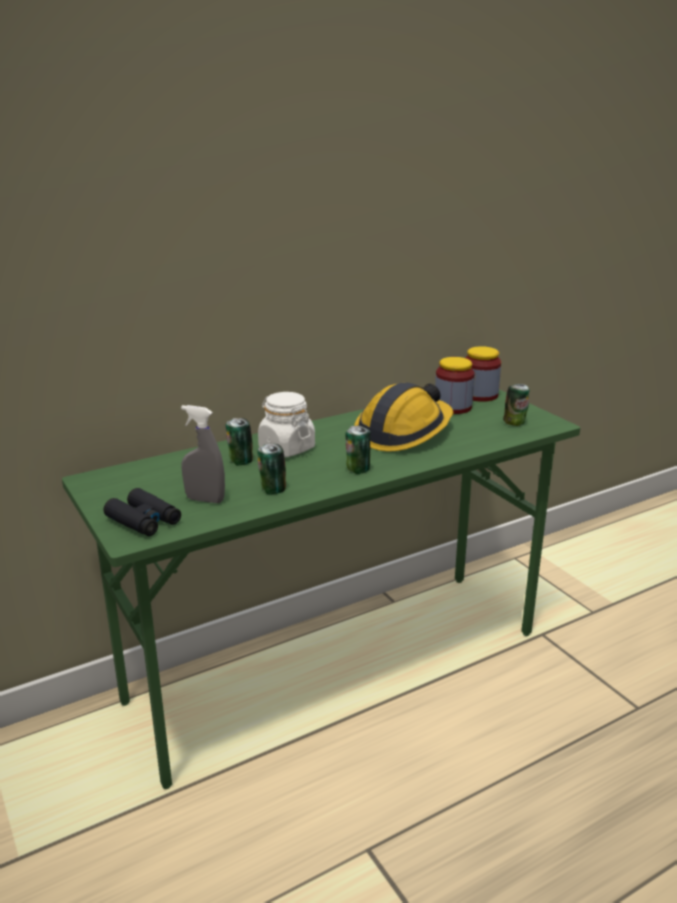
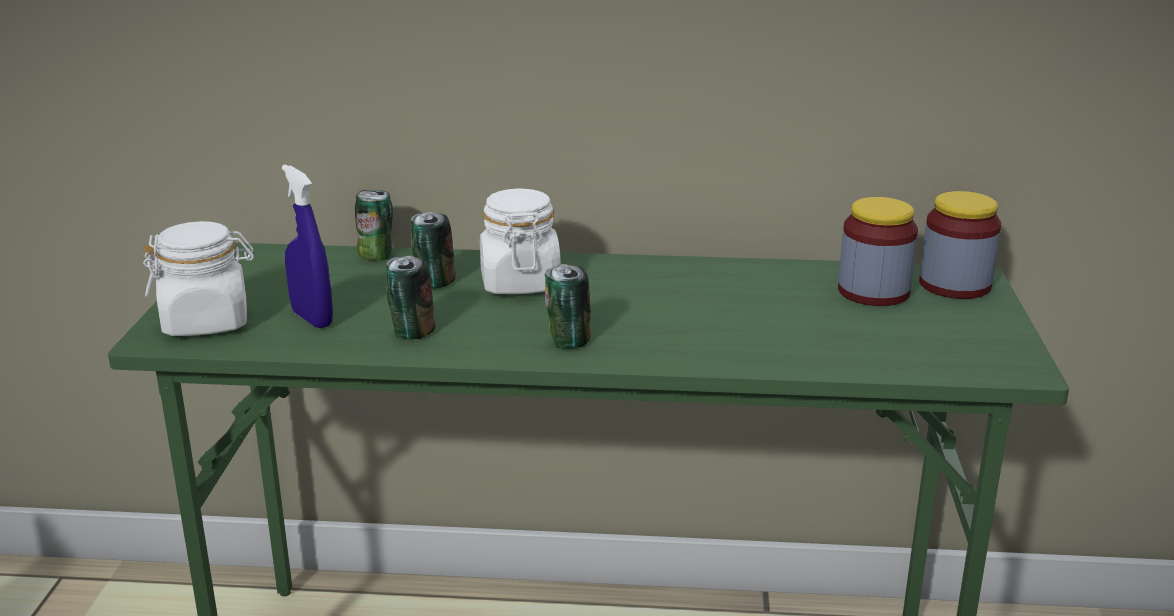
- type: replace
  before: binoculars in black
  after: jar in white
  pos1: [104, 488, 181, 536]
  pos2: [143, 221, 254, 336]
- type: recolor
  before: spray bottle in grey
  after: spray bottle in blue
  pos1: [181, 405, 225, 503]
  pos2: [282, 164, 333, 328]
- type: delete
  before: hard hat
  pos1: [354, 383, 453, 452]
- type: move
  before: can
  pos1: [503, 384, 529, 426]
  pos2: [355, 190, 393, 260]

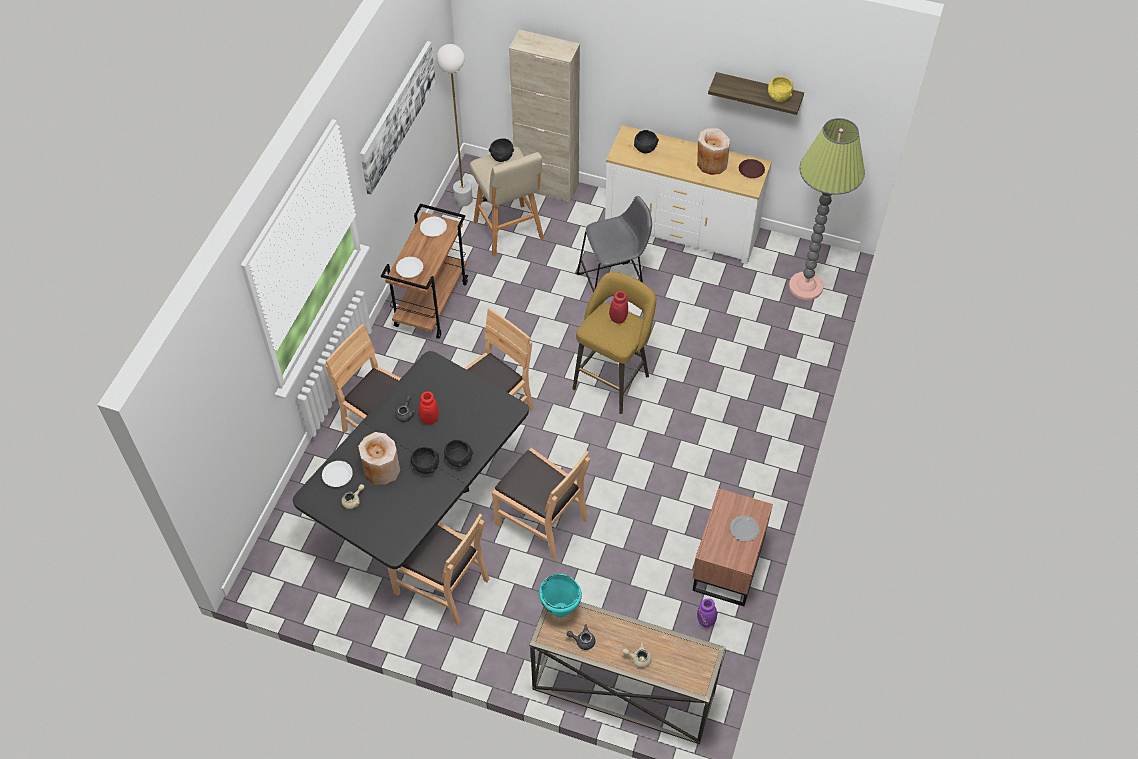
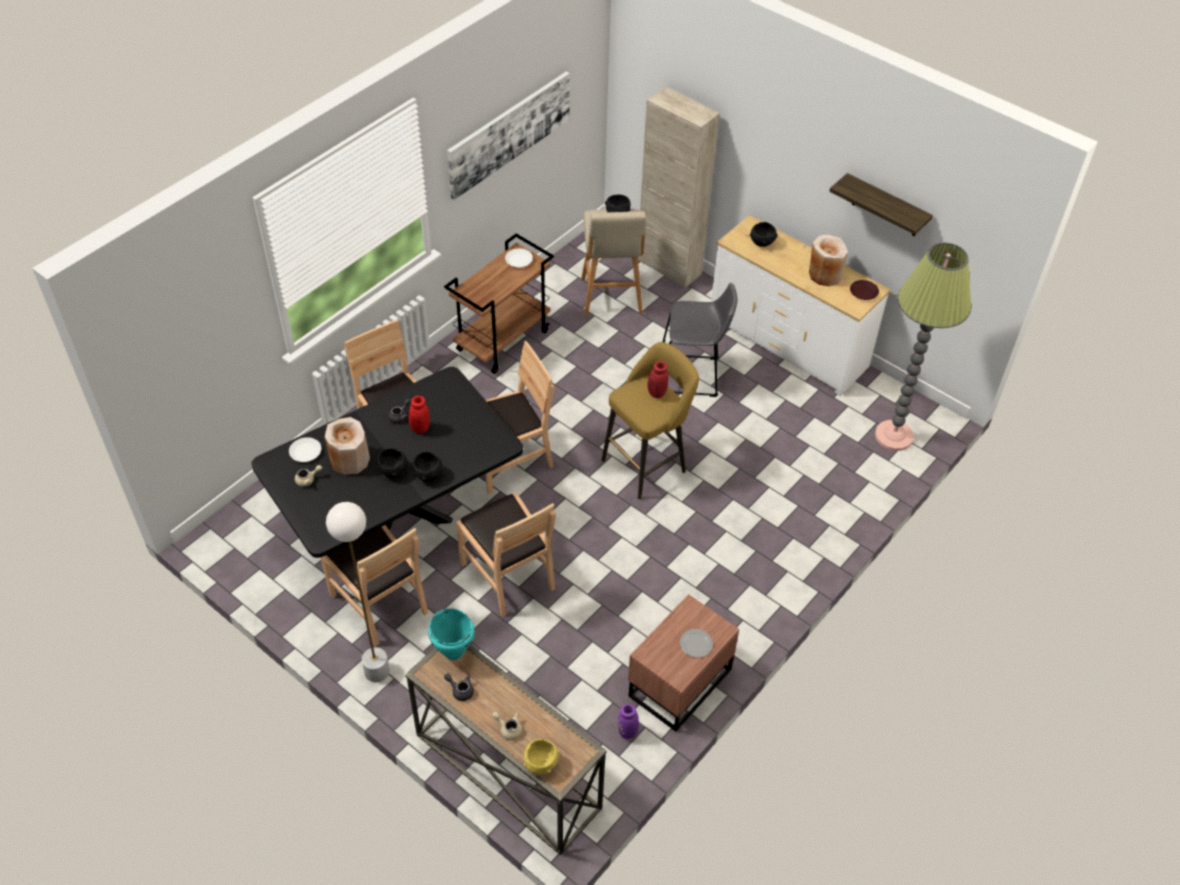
- type: delete
  before: plate in white
  pos1: [396, 257, 423, 278]
- type: move
  before: floor lamp in white
  pos1: [436, 44, 473, 207]
  pos2: [326, 502, 390, 682]
- type: move
  before: bowl in yellow
  pos1: [768, 77, 793, 102]
  pos2: [524, 739, 559, 775]

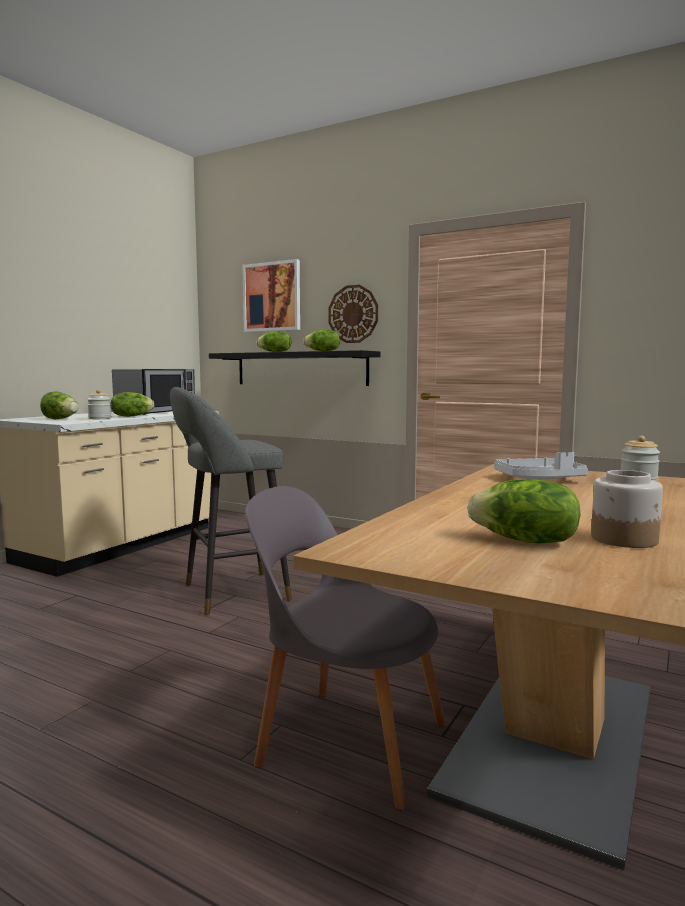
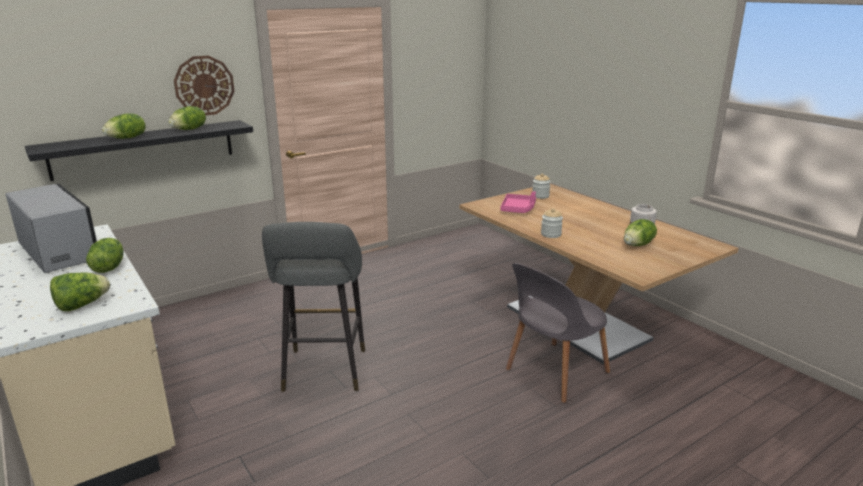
- type: move
  before: jar
  pos1: [87, 389, 111, 419]
  pos2: [541, 208, 563, 238]
- type: delete
  before: picture
  pos1: [242, 259, 300, 332]
- type: recolor
  before: tray in grey
  after: tray in pink
  pos1: [494, 452, 588, 480]
  pos2: [500, 191, 536, 213]

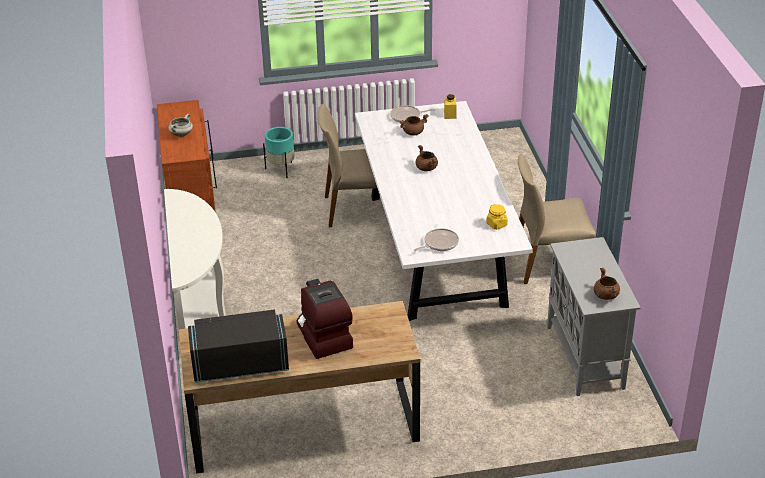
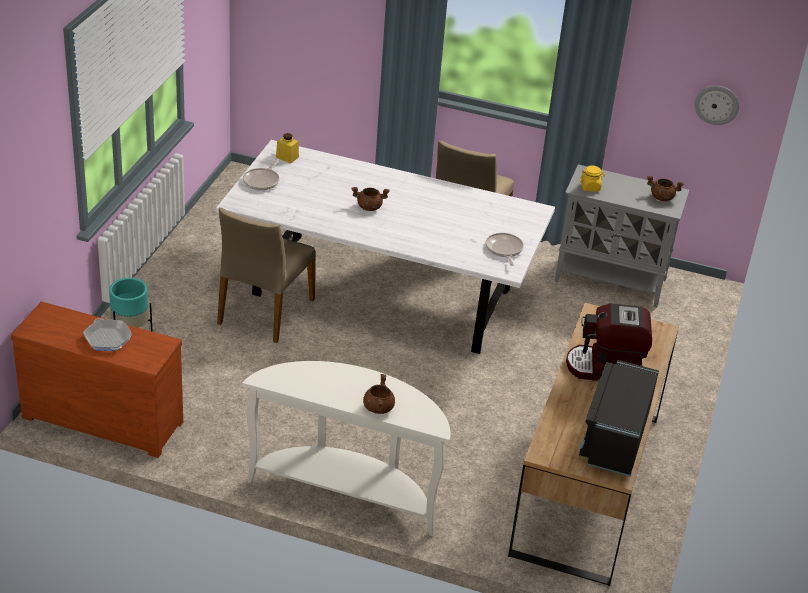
- type: replace
  before: cooking pot in white
  after: frying pan
  pos1: [169, 114, 193, 137]
  pos2: [83, 318, 132, 351]
- type: move
  before: cooking pot in brown
  pos1: [400, 114, 429, 136]
  pos2: [363, 374, 395, 414]
- type: move
  before: jar in yellow
  pos1: [486, 204, 508, 230]
  pos2: [580, 166, 605, 192]
- type: insert
  after: wall clock
  pos2: [694, 86, 739, 125]

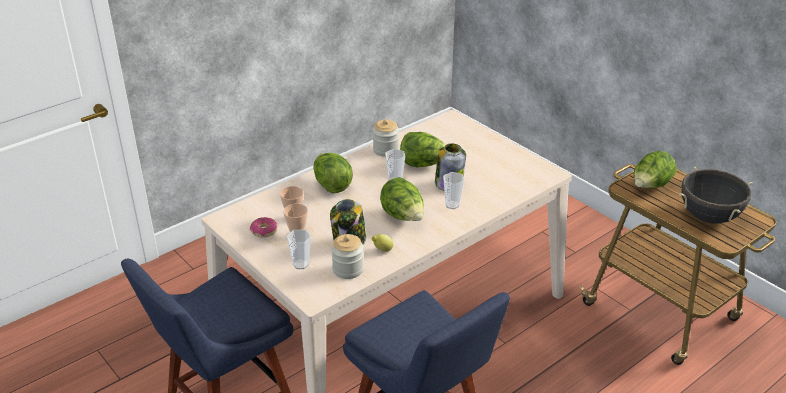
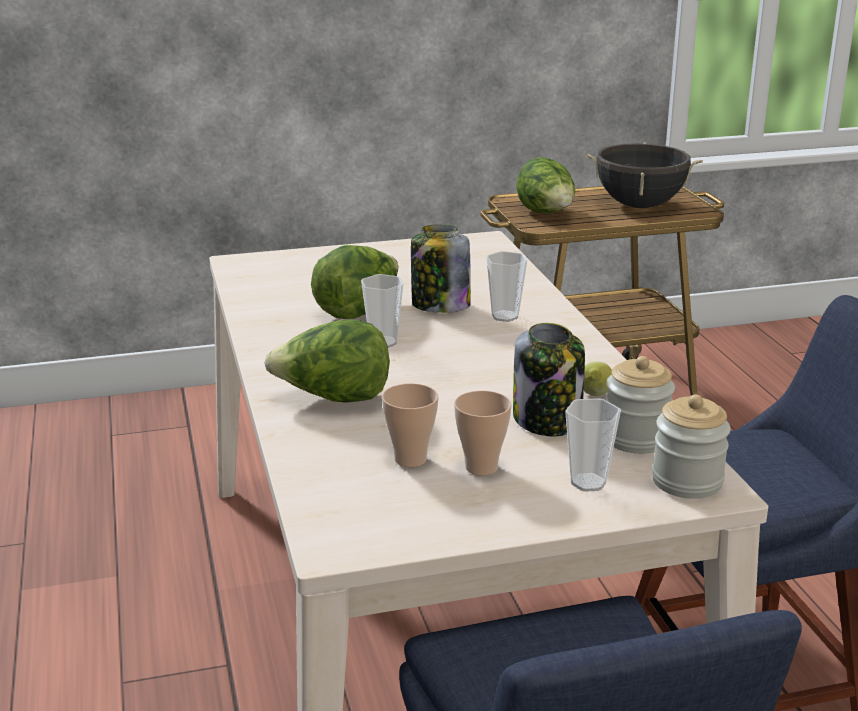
- type: delete
  before: donut
  pos1: [250, 217, 277, 237]
- type: move
  before: jar
  pos1: [373, 119, 399, 157]
  pos2: [652, 394, 731, 499]
- type: delete
  before: lettuce
  pos1: [380, 177, 424, 221]

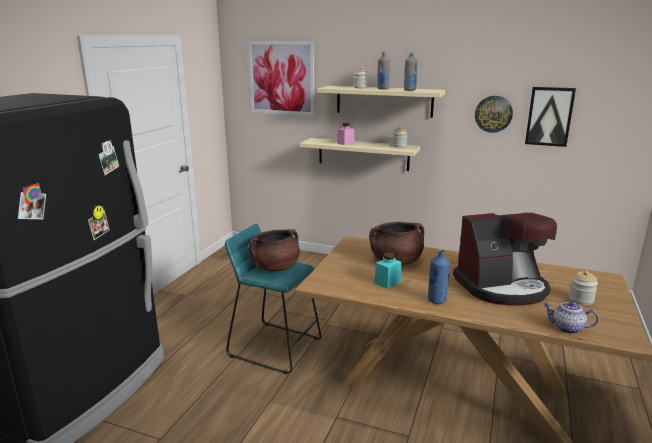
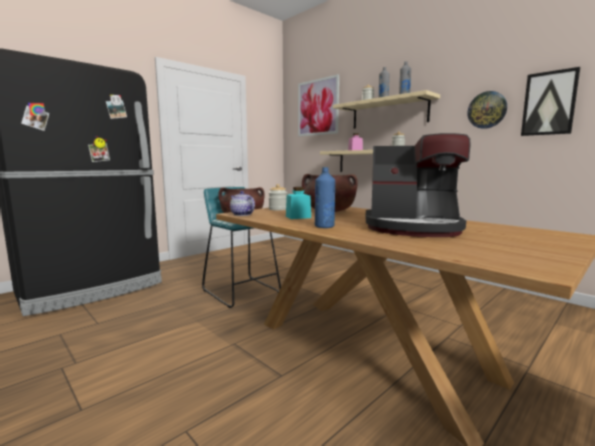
- type: move
  before: teapot
  pos1: [544, 301, 599, 334]
  pos2: [230, 191, 255, 216]
- type: move
  before: jar
  pos1: [569, 271, 598, 305]
  pos2: [269, 184, 287, 211]

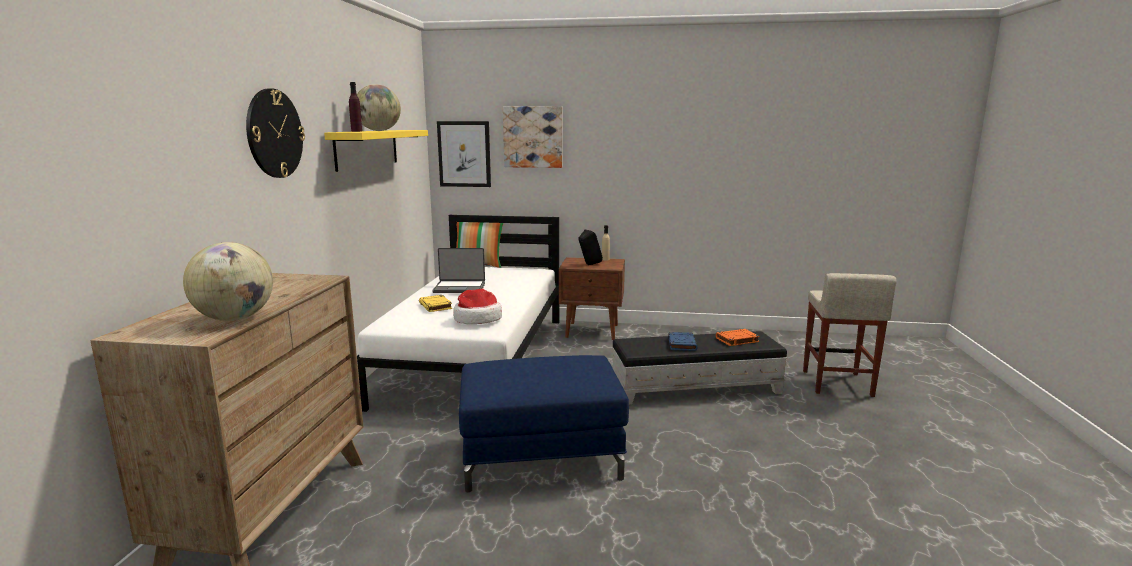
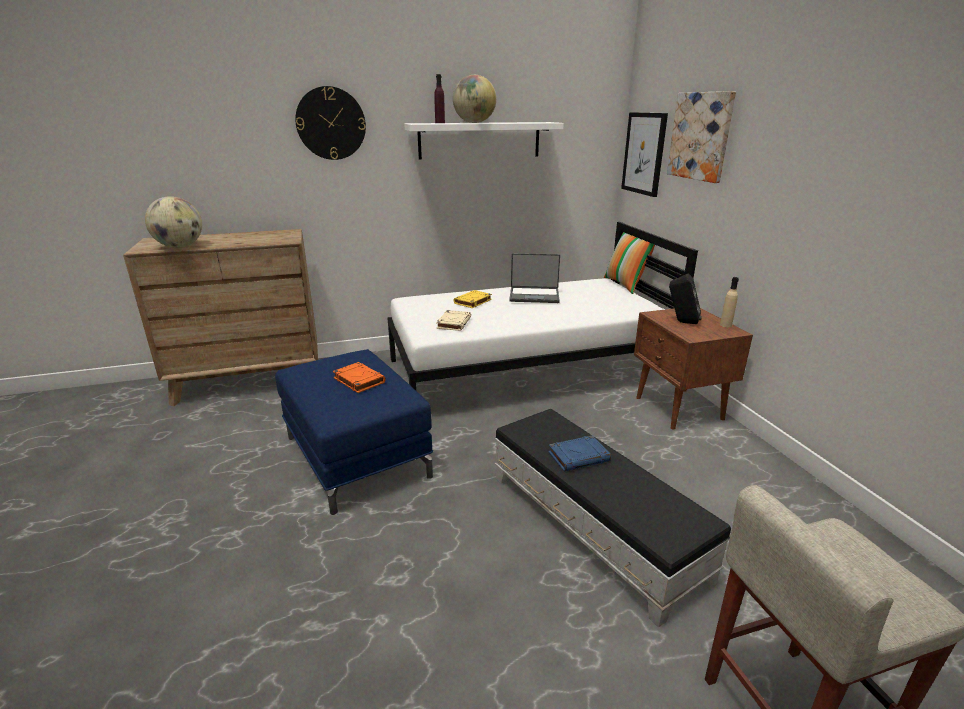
- type: recolor
  before: shelf in yellow
  after: shelf in white
  pos1: [324, 130, 428, 172]
  pos2: [404, 122, 564, 160]
- type: rotate
  before: laptop
  pos1: [432, 248, 485, 293]
  pos2: [509, 253, 560, 303]
  turn: -60
- type: replace
  before: hat
  after: book in beige
  pos1: [453, 289, 502, 324]
  pos2: [436, 310, 471, 331]
- type: move
  before: book in orange
  pos1: [716, 329, 760, 346]
  pos2: [333, 362, 385, 393]

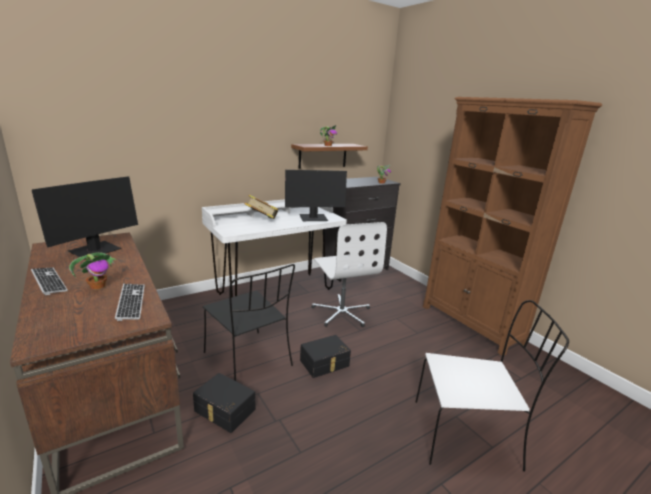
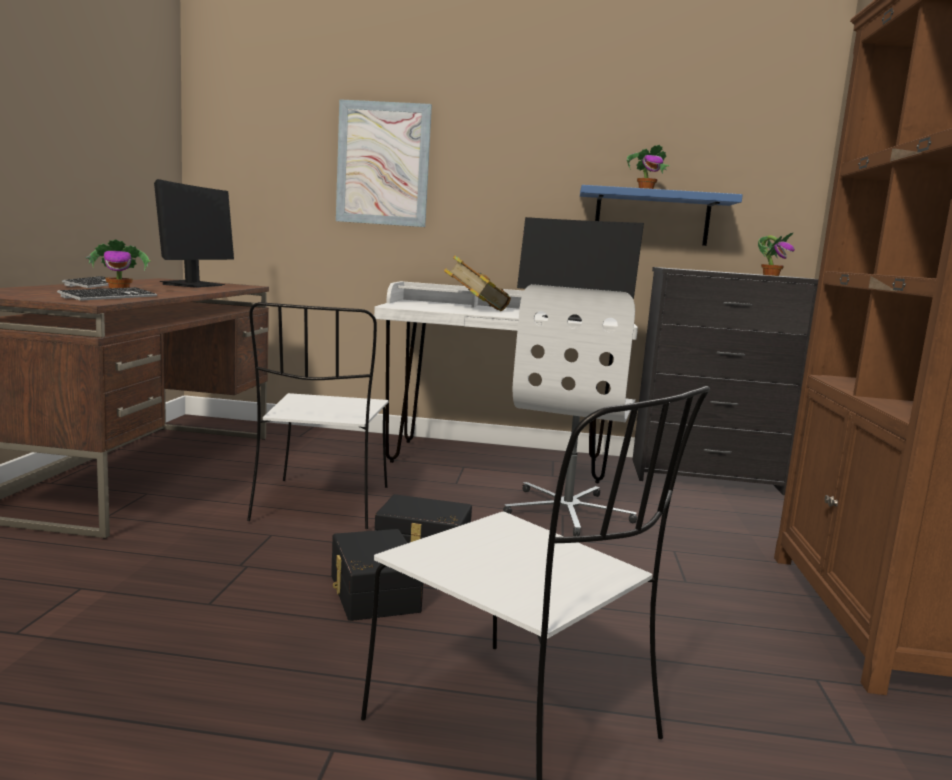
- type: rotate
  before: monitor
  pos1: [32, 176, 138, 260]
  pos2: [154, 179, 234, 288]
  turn: -60
- type: move
  before: storage box in black
  pos1: [193, 373, 255, 433]
  pos2: [331, 529, 423, 621]
- type: recolor
  before: chair in black
  after: chair in white
  pos1: [203, 264, 295, 381]
  pos2: [247, 302, 388, 529]
- type: recolor
  before: shelf in brown
  after: shelf in blue
  pos1: [291, 144, 368, 169]
  pos2: [580, 185, 743, 246]
- type: insert
  after: picture
  pos2: [336, 99, 432, 227]

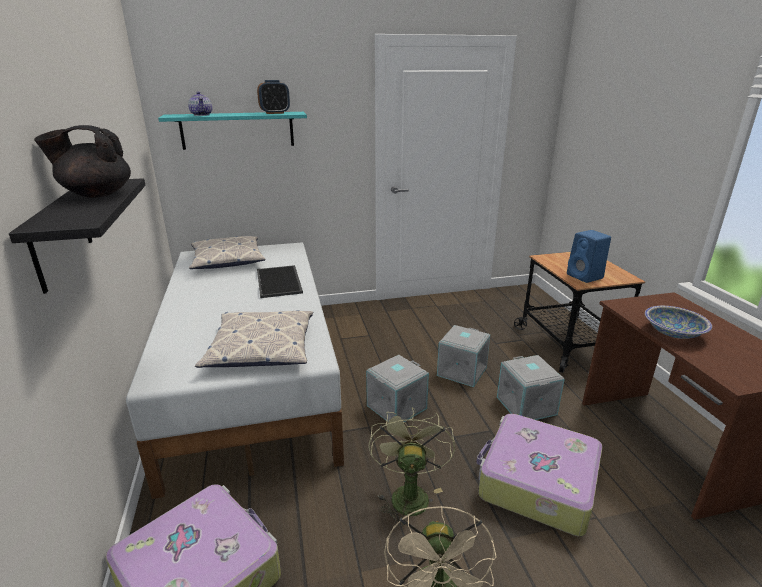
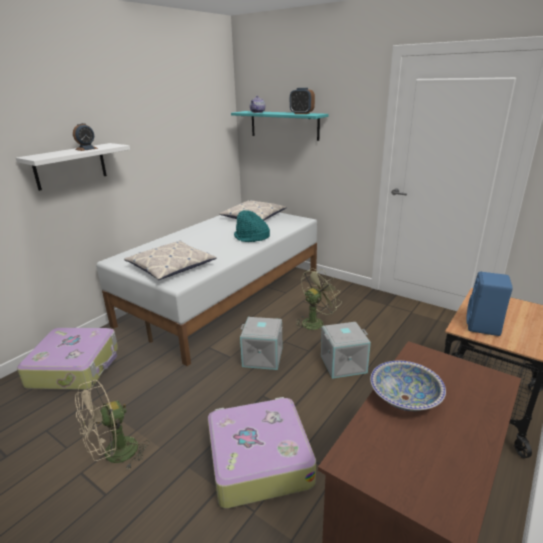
- type: recolor
  before: shelf in black
  after: shelf in white
  pos1: [9, 178, 146, 294]
  pos2: [16, 143, 130, 191]
- type: replace
  before: teapot in black
  after: alarm clock
  pos1: [34, 125, 131, 198]
  pos2: [73, 123, 98, 151]
- type: replace
  before: tray
  after: hat in turquoise
  pos1: [257, 265, 303, 298]
  pos2: [234, 210, 270, 242]
- type: move
  before: fan in green
  pos1: [369, 408, 455, 526]
  pos2: [295, 268, 342, 330]
- type: delete
  before: storage box in grey
  pos1: [497, 355, 565, 420]

